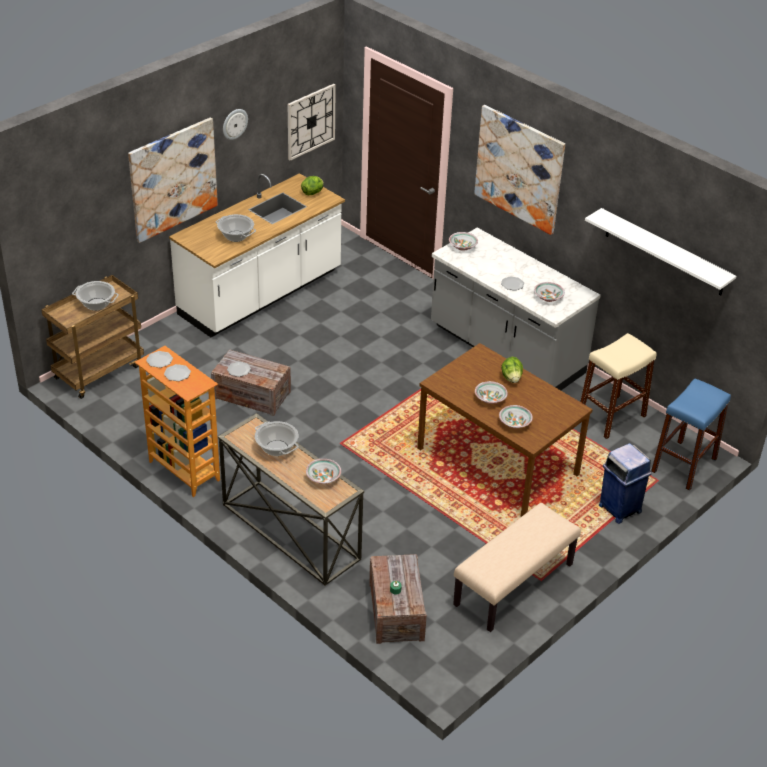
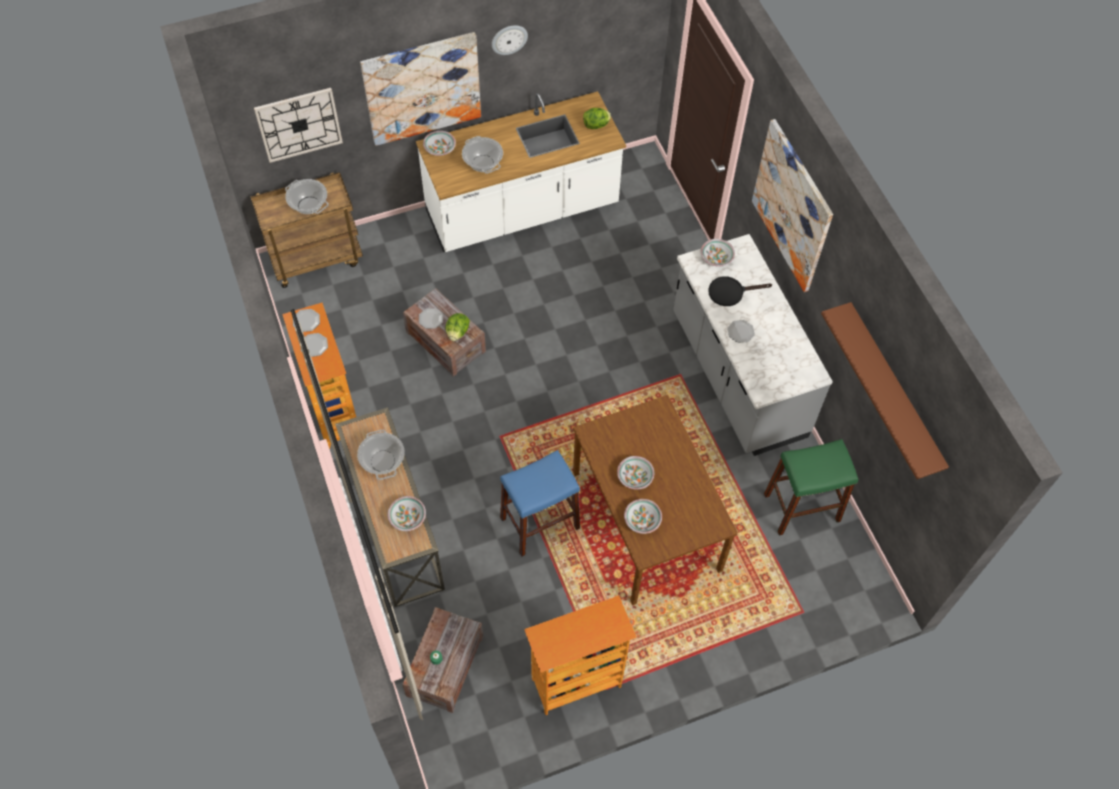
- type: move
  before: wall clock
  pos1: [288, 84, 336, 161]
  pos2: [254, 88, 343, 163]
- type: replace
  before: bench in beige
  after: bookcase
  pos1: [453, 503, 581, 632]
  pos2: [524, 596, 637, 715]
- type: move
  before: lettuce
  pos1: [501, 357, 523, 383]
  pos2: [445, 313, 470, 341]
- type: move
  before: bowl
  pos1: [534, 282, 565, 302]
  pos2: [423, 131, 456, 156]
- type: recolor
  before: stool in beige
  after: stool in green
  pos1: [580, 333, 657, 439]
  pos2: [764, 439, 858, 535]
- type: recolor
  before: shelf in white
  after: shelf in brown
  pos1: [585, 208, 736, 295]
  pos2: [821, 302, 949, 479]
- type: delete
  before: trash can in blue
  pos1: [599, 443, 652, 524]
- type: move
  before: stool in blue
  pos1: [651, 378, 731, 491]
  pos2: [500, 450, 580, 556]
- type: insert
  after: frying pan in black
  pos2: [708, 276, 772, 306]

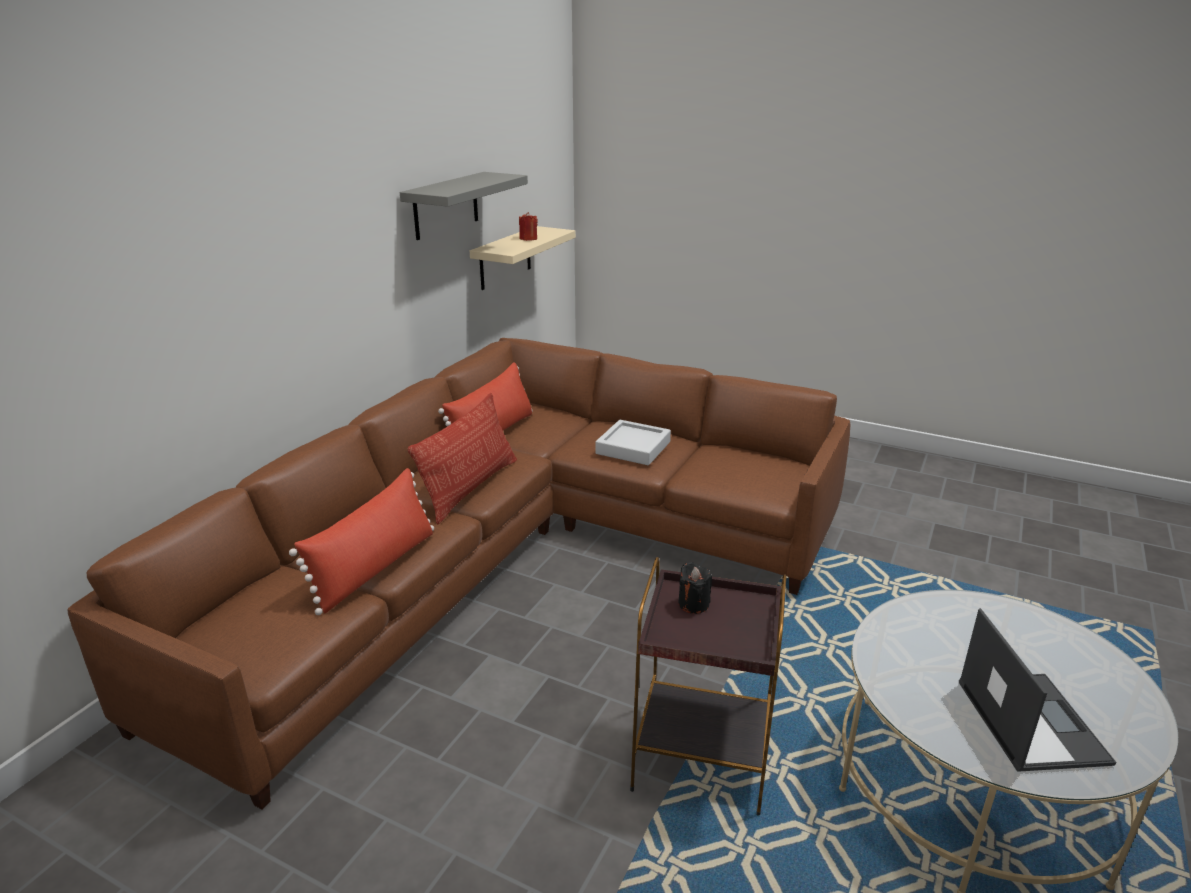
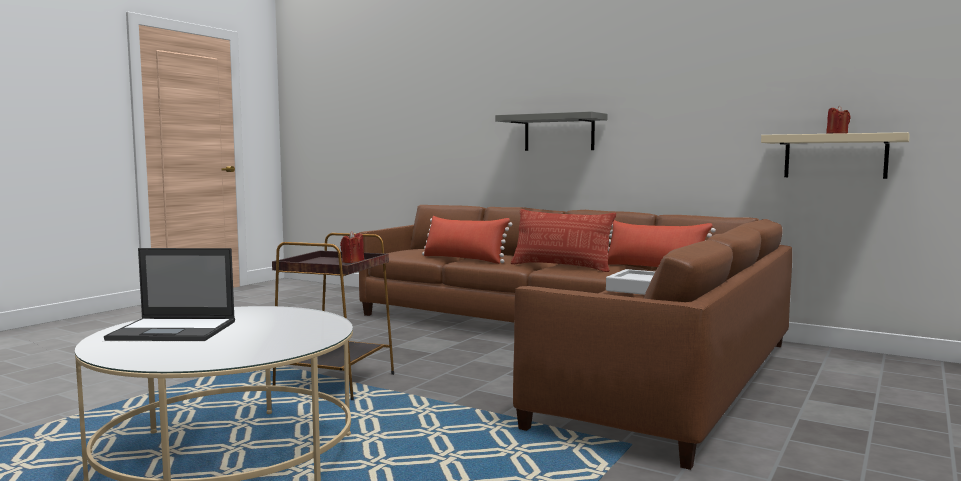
- type: move
  before: shelf in grey
  pos1: [400, 172, 528, 240]
  pos2: [495, 111, 608, 151]
- type: recolor
  before: candle in black
  after: candle in red
  pos1: [678, 562, 712, 614]
  pos2: [340, 231, 364, 263]

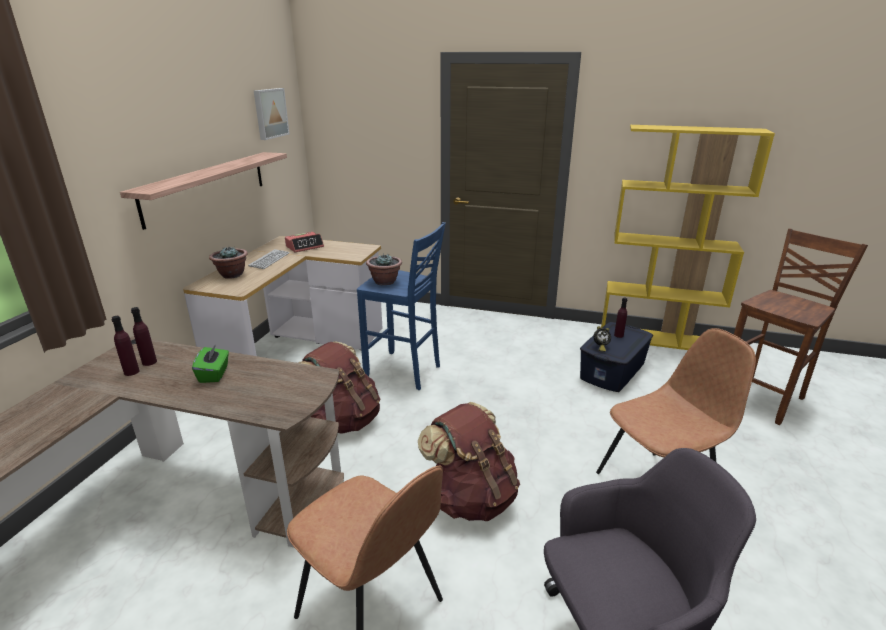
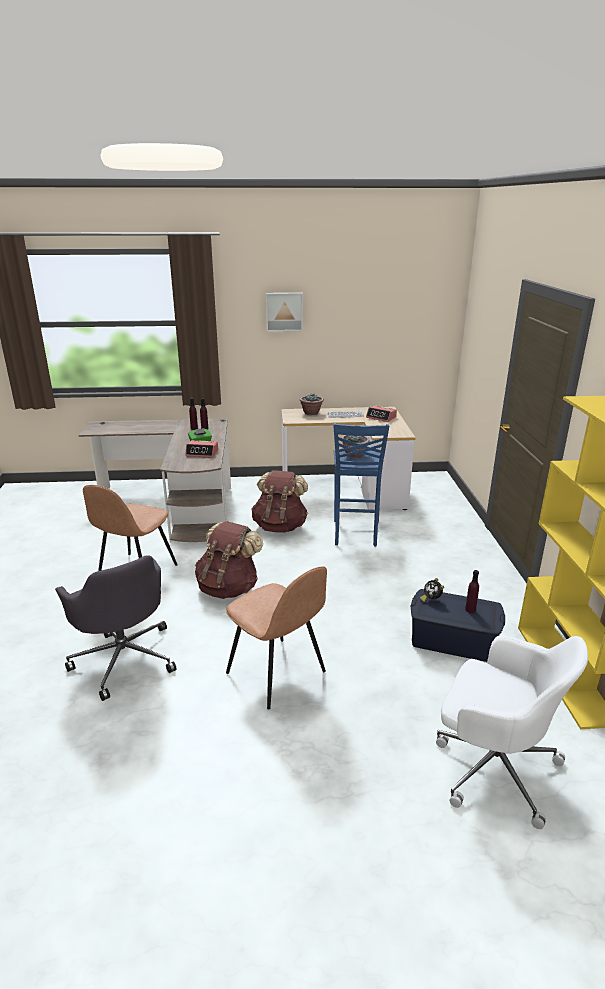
- type: delete
  before: shelf
  pos1: [120, 152, 287, 230]
- type: move
  before: picture
  pos1: [254, 88, 290, 140]
  pos2: [266, 293, 303, 332]
- type: replace
  before: stool in brown
  after: office chair in white
  pos1: [734, 228, 868, 425]
  pos2: [436, 635, 588, 829]
- type: insert
  after: alarm clock
  pos2: [185, 440, 218, 458]

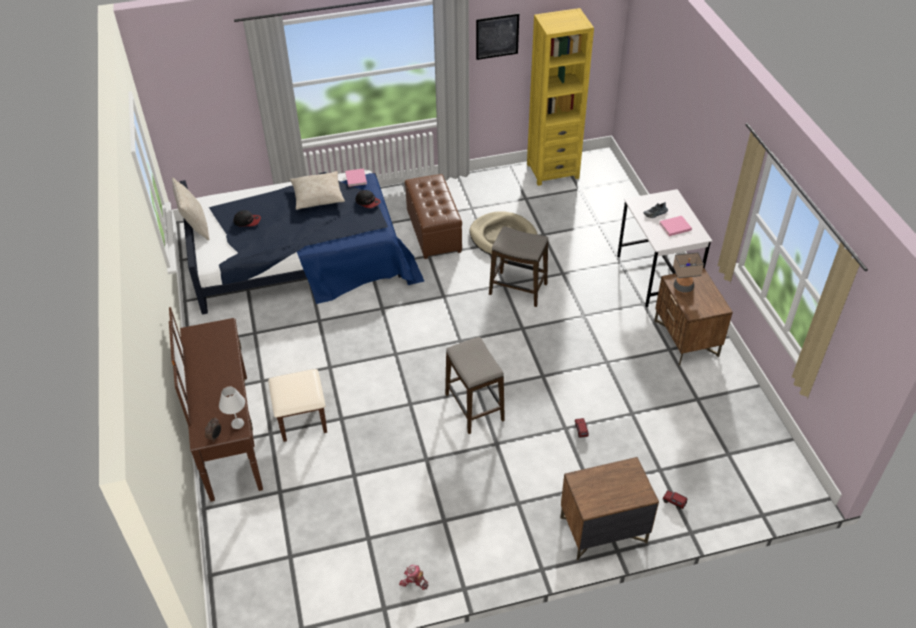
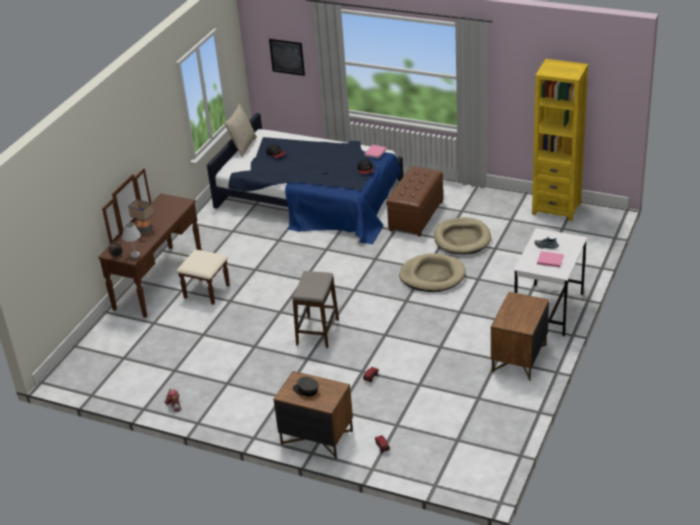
- type: delete
  before: pillow in beige
  pos1: [290, 171, 345, 210]
- type: move
  before: picture
  pos1: [476, 13, 519, 60]
  pos2: [269, 39, 305, 76]
- type: replace
  before: stool
  after: dog bed in beige
  pos1: [489, 226, 548, 307]
  pos2: [399, 253, 466, 292]
- type: move
  before: table lamp
  pos1: [673, 252, 704, 293]
  pos2: [128, 199, 154, 234]
- type: insert
  after: cap in grey
  pos2: [293, 377, 319, 397]

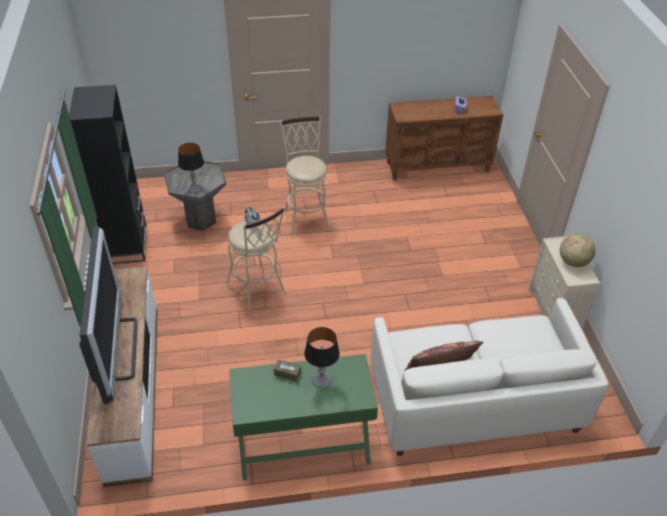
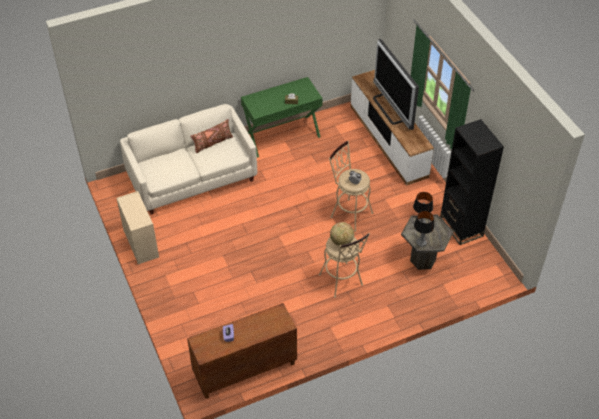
- type: move
  before: table lamp
  pos1: [304, 327, 340, 388]
  pos2: [414, 211, 434, 247]
- type: move
  before: globe
  pos1: [560, 233, 596, 267]
  pos2: [330, 222, 354, 246]

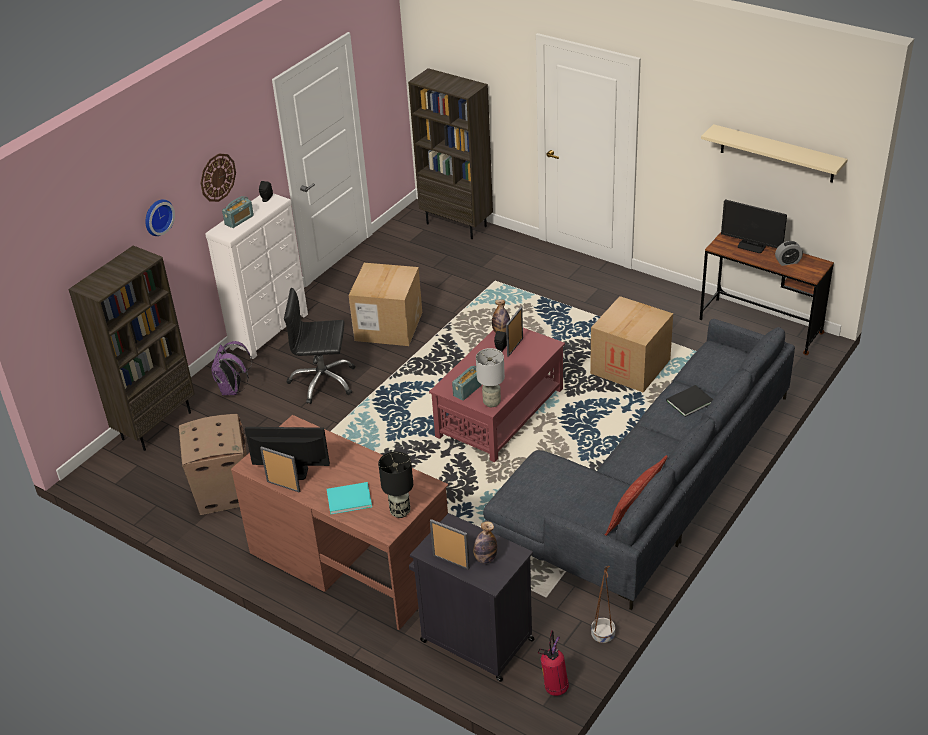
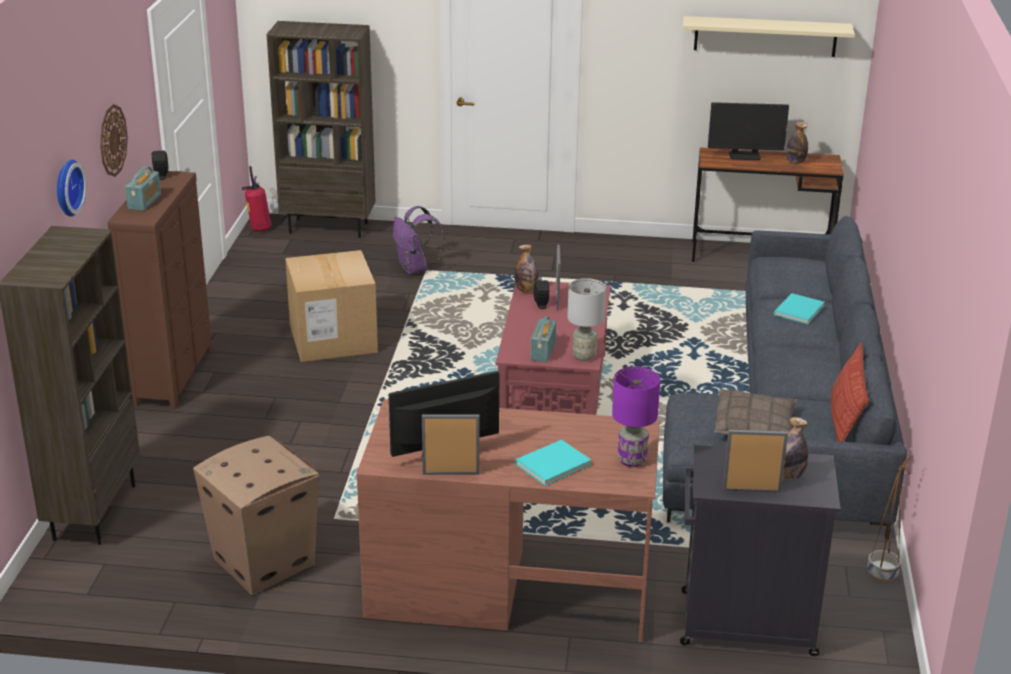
- type: recolor
  before: dresser in white
  after: dresser in brown
  pos1: [205, 193, 308, 359]
  pos2: [107, 170, 212, 409]
- type: move
  before: backpack in purple
  pos1: [211, 341, 252, 395]
  pos2: [393, 206, 445, 274]
- type: delete
  before: office chair in black
  pos1: [284, 288, 355, 404]
- type: recolor
  before: table lamp in black
  after: table lamp in purple
  pos1: [378, 451, 413, 518]
  pos2: [612, 366, 660, 467]
- type: move
  before: fire extinguisher
  pos1: [538, 630, 569, 696]
  pos2: [242, 166, 272, 232]
- type: delete
  before: cardboard box
  pos1: [590, 296, 673, 392]
- type: recolor
  before: book in black
  after: book in turquoise
  pos1: [666, 385, 713, 417]
  pos2: [774, 293, 824, 324]
- type: replace
  before: alarm clock
  after: bottle
  pos1: [775, 241, 803, 266]
  pos2: [786, 122, 808, 164]
- type: insert
  after: pillow
  pos2: [714, 390, 798, 435]

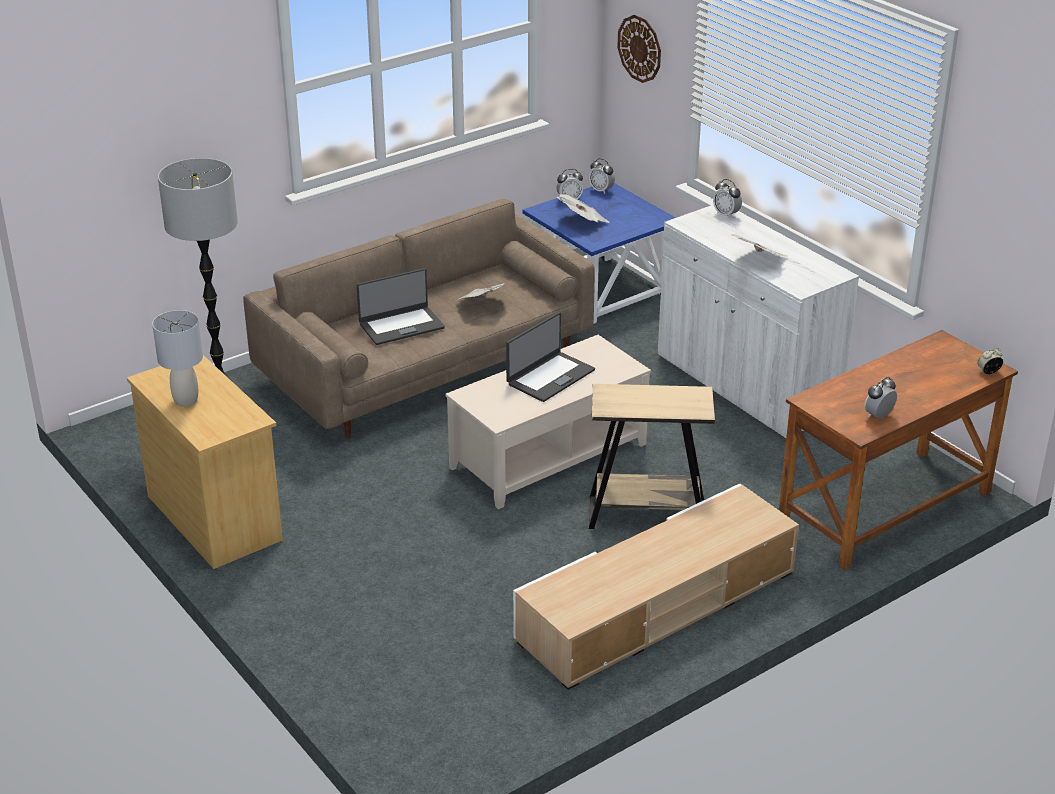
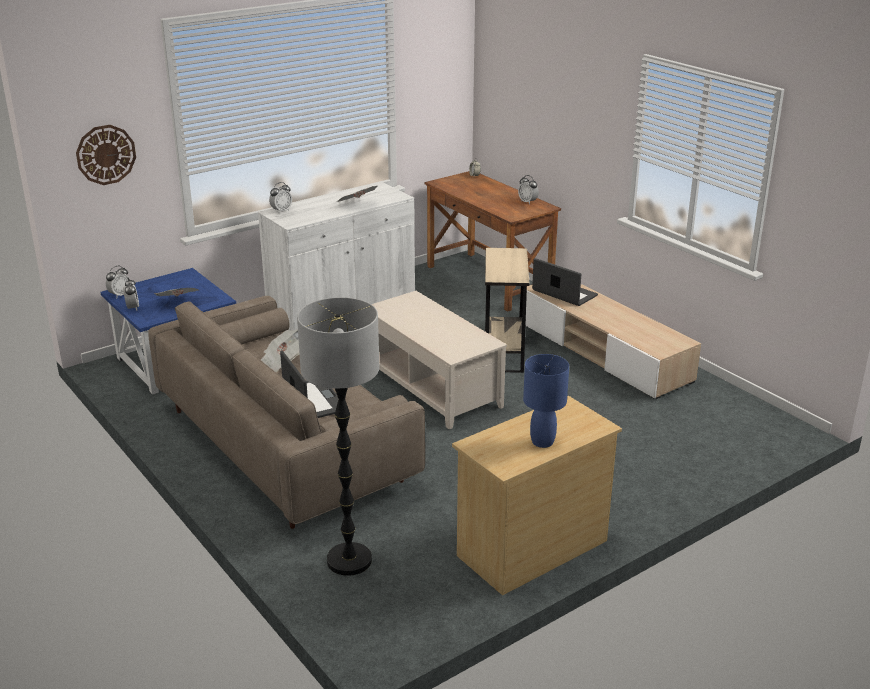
- type: recolor
  before: table lamp in grey
  after: table lamp in blue
  pos1: [152, 310, 203, 407]
  pos2: [523, 354, 569, 448]
- type: move
  before: laptop
  pos1: [506, 312, 595, 402]
  pos2: [532, 258, 598, 306]

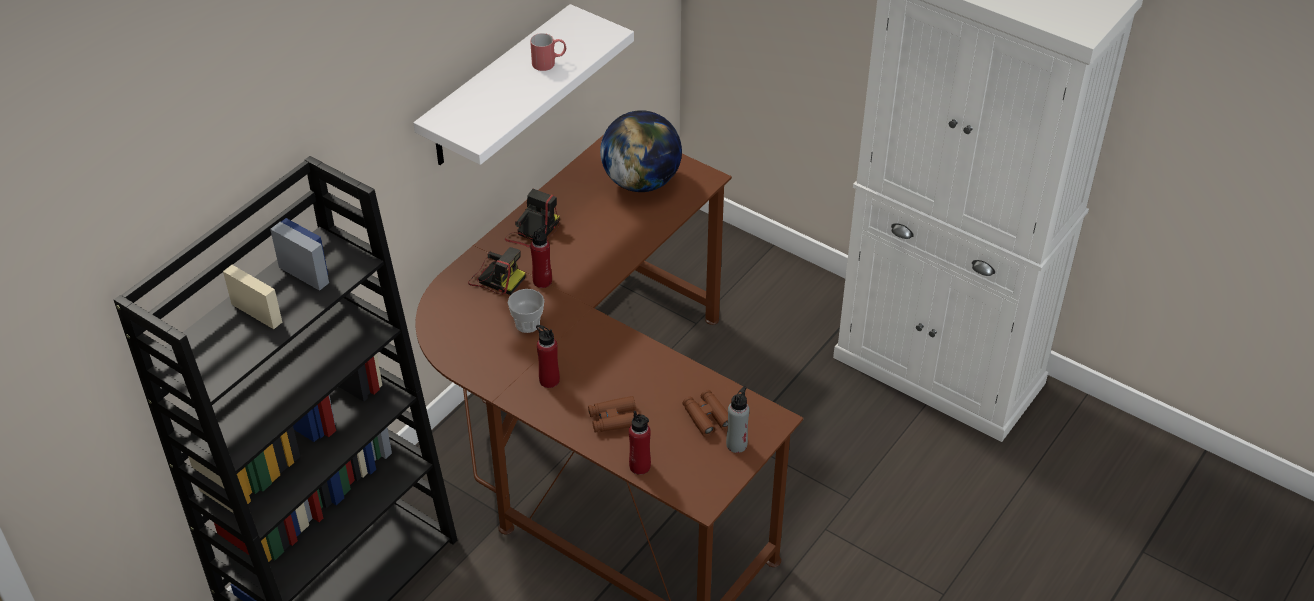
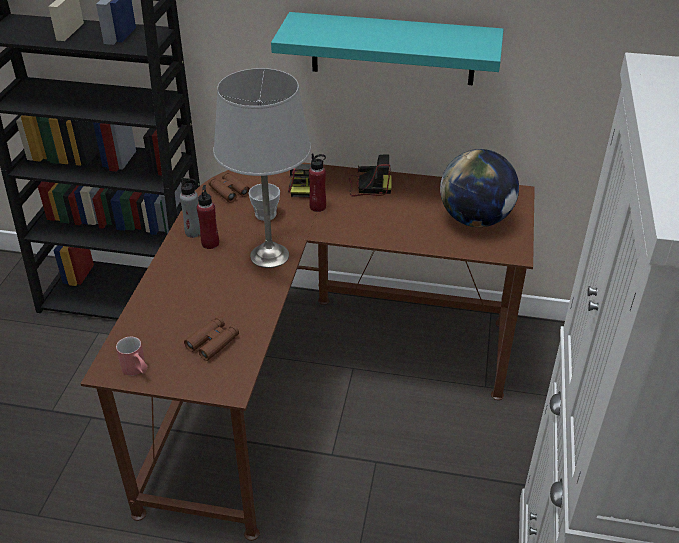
- type: recolor
  before: shelf in white
  after: shelf in turquoise
  pos1: [413, 4, 634, 165]
  pos2: [271, 12, 504, 85]
- type: move
  before: mug in red
  pos1: [530, 33, 566, 71]
  pos2: [116, 337, 148, 376]
- type: move
  before: binoculars in brown
  pos1: [588, 396, 639, 433]
  pos2: [209, 172, 250, 203]
- type: delete
  before: bottle in red
  pos1: [629, 411, 651, 475]
- type: move
  before: bottle in grey
  pos1: [726, 386, 750, 453]
  pos2: [180, 178, 200, 238]
- type: insert
  after: table lamp in grey
  pos2: [213, 68, 311, 268]

